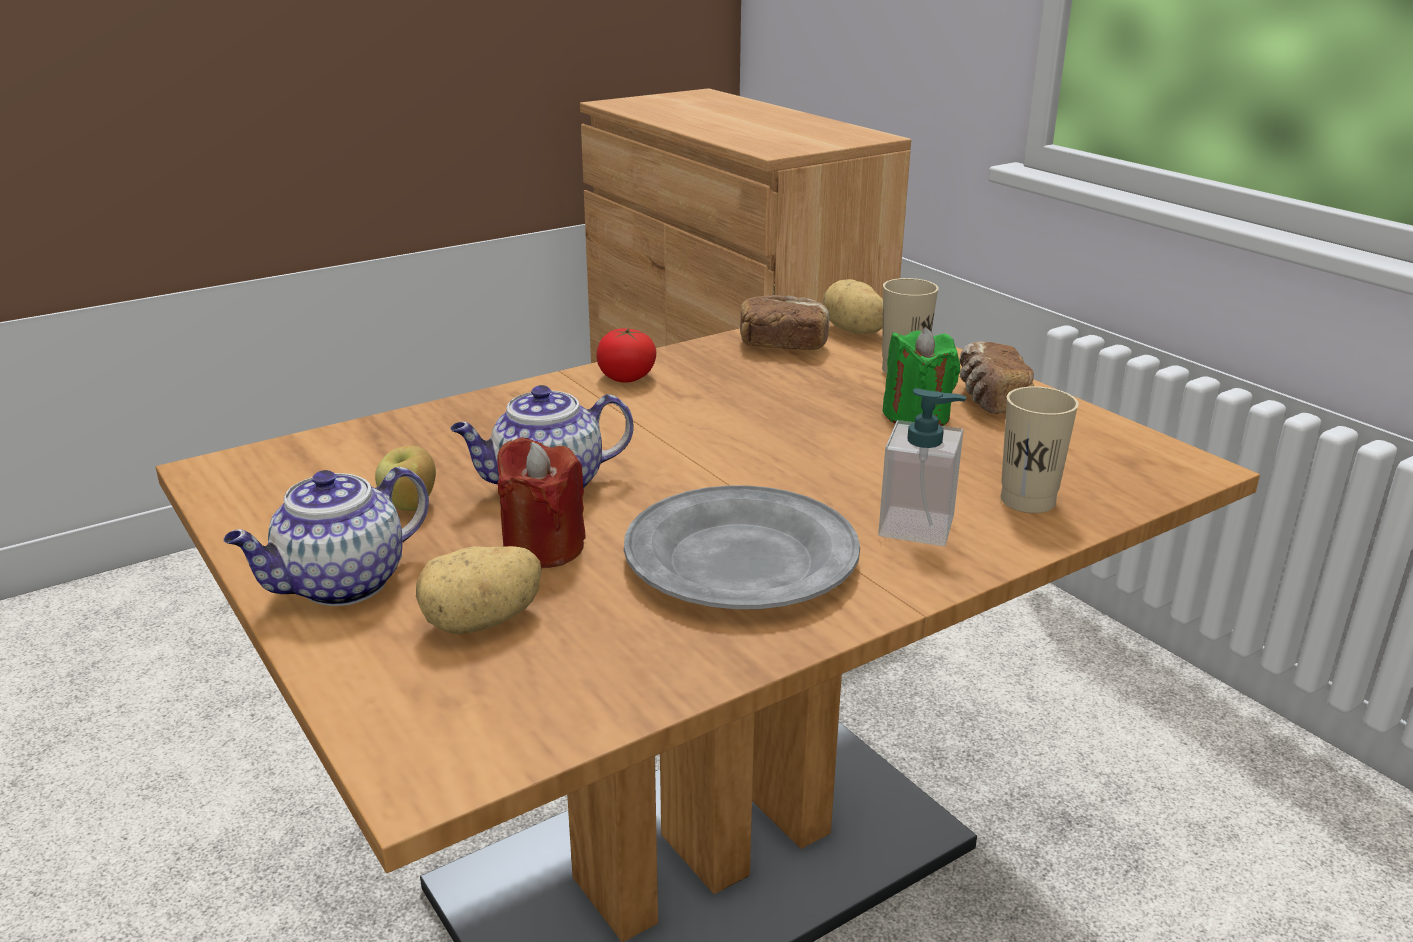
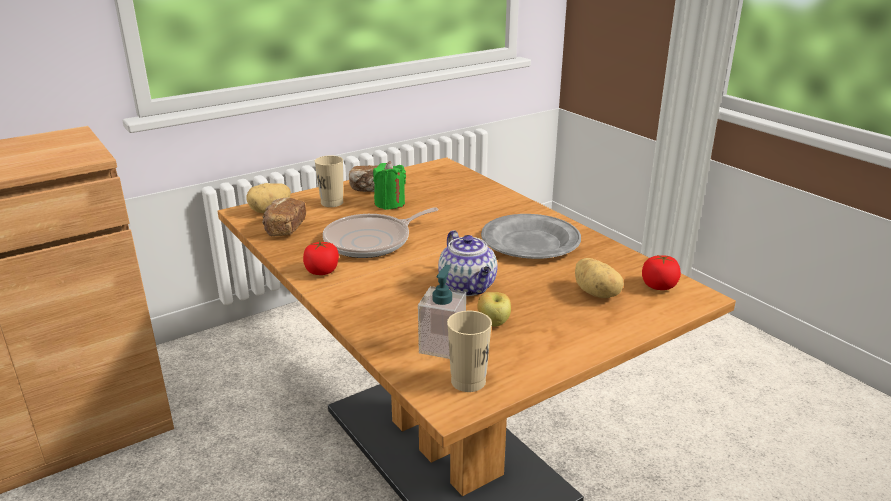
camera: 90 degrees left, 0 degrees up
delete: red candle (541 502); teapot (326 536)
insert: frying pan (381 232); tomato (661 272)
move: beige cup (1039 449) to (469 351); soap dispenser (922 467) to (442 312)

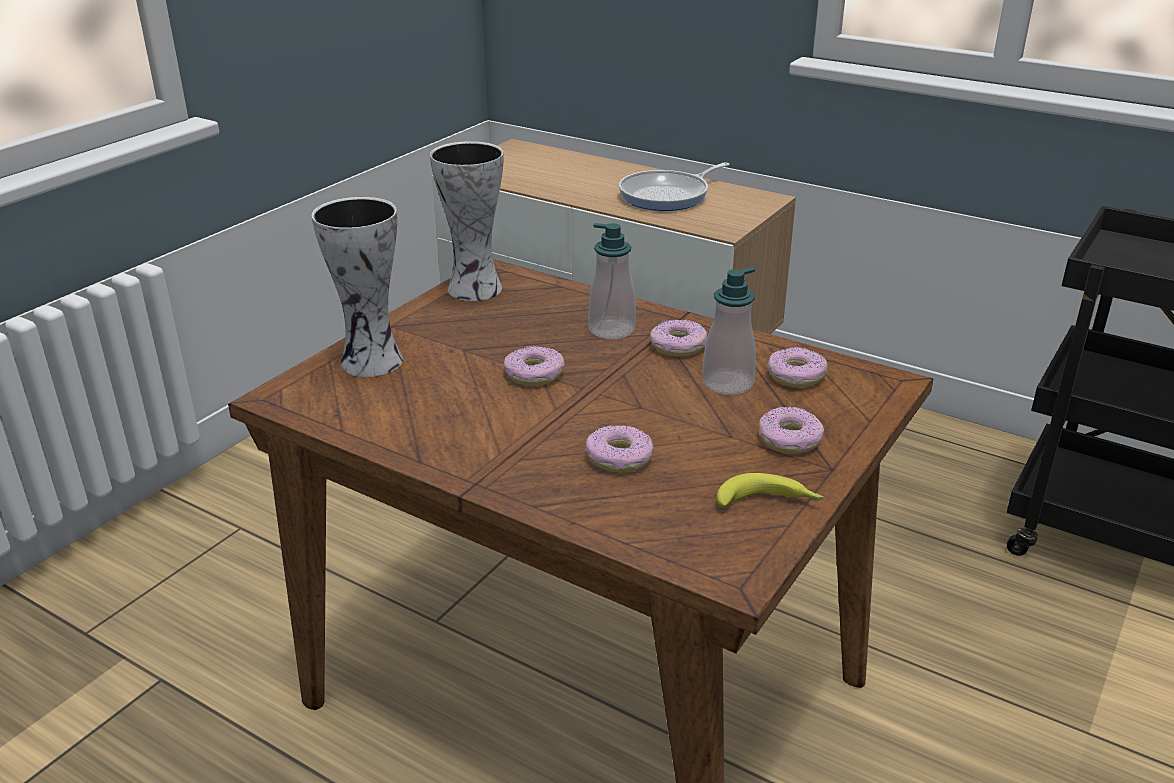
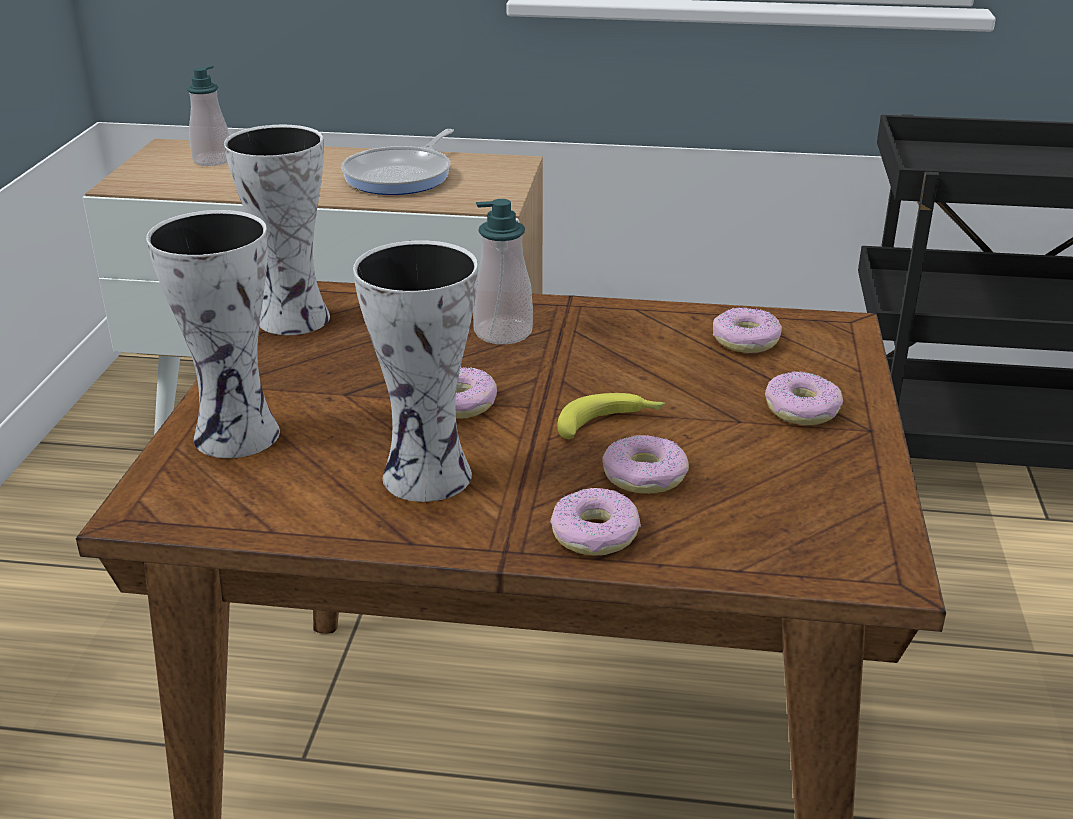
camera: 25 degrees left, 0 degrees up
insert: vase (415 371)
move: soap dispenser (729 331) to (208 115); donut (678 337) to (595 521); banana (770 490) to (611 416)

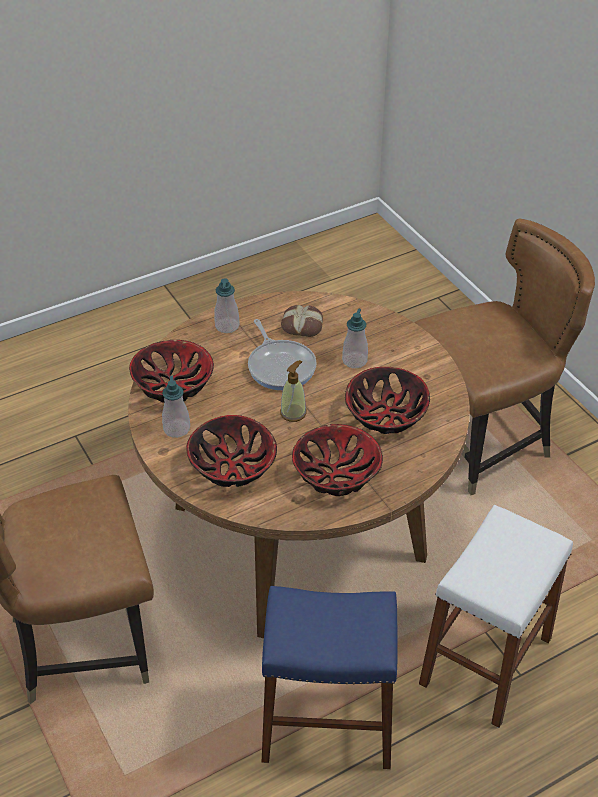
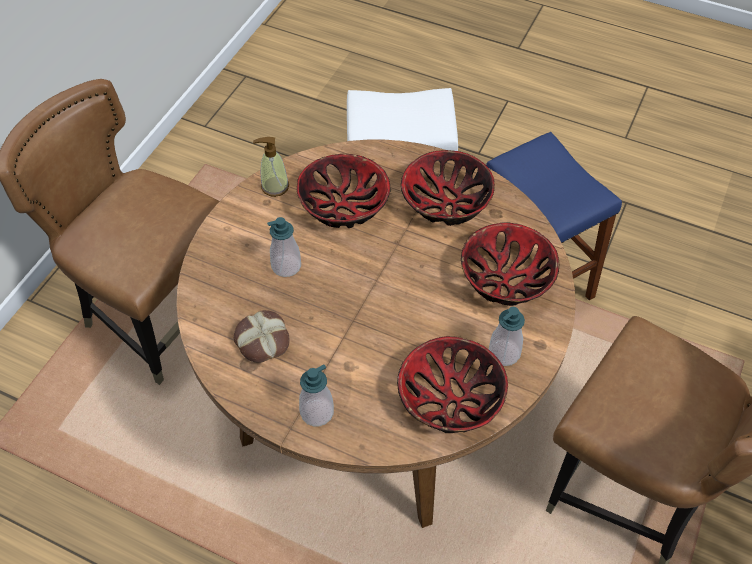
camera: 125 degrees left, 10 degrees up
delete: frying pan (282 354)
move: soap dispenser (293 391) to (271 167)

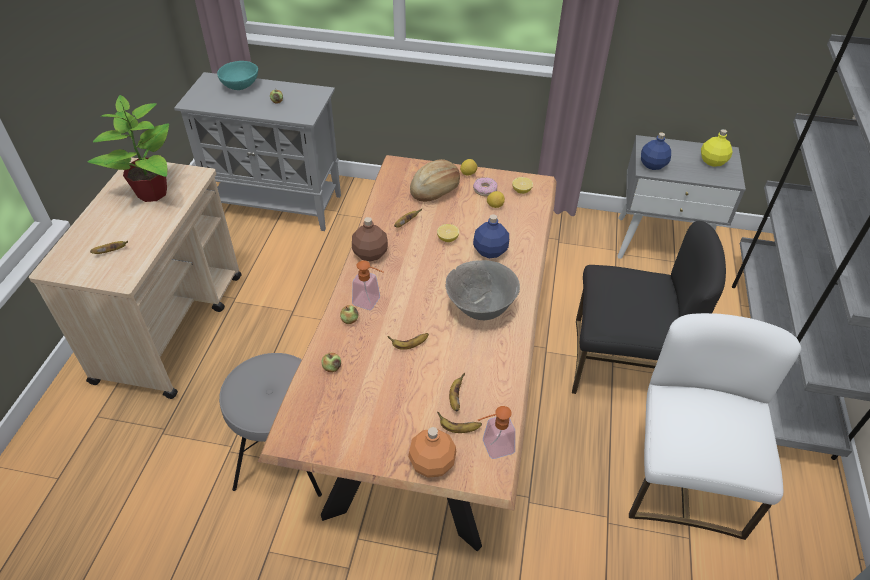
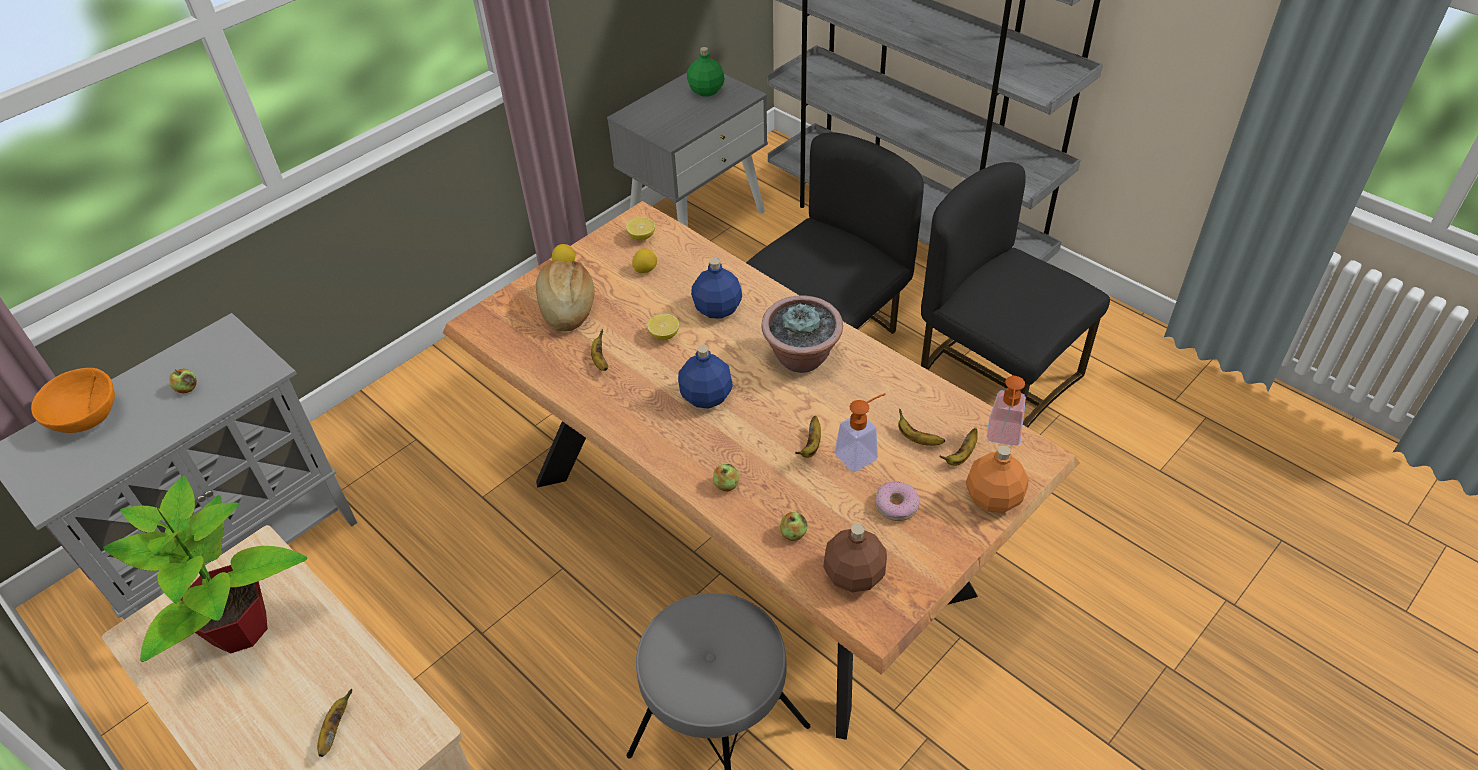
camera: 55 degrees left, 0 degrees up
move: blue bottle (656 151) to (705 377); donut (485 186) to (897 501); brown bottle (370 239) to (855 558); soap dispenser (368 285) to (860 432)
replace: grey bowl (482 290) to potted plant (802 334)
recolor: turquoise bowl (237 75) to orange bowl (73 400); yellow bottle (717 148) to green bottle (706 72); white chair (715 426) to black chair (1015 294)

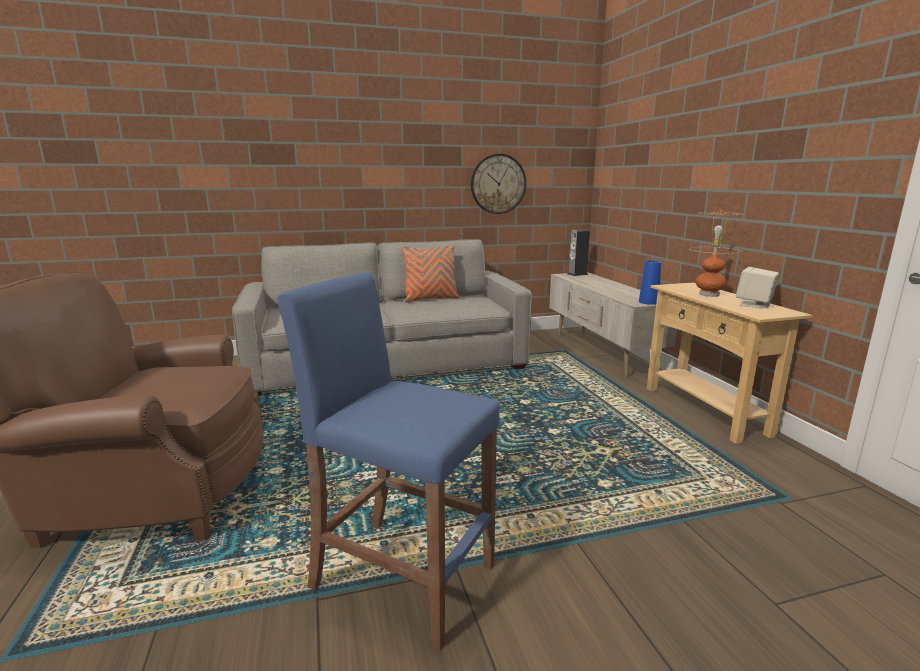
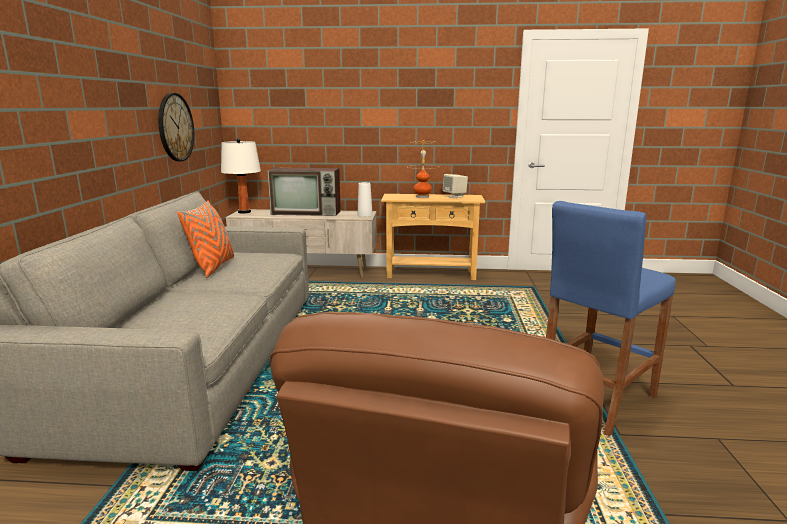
camera: 70 degrees left, 0 degrees up
insert: television (304 192)
replace: speaker (579 252) to white table lamp (241 176)
recolor: blue vase (650 282) to white vase (365 199)

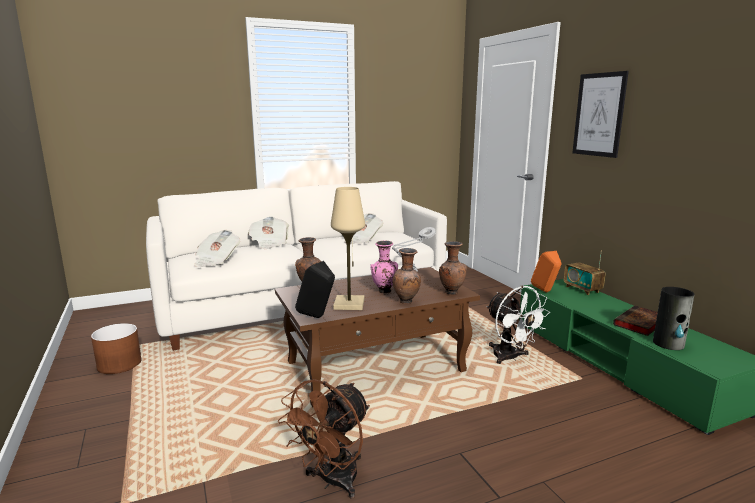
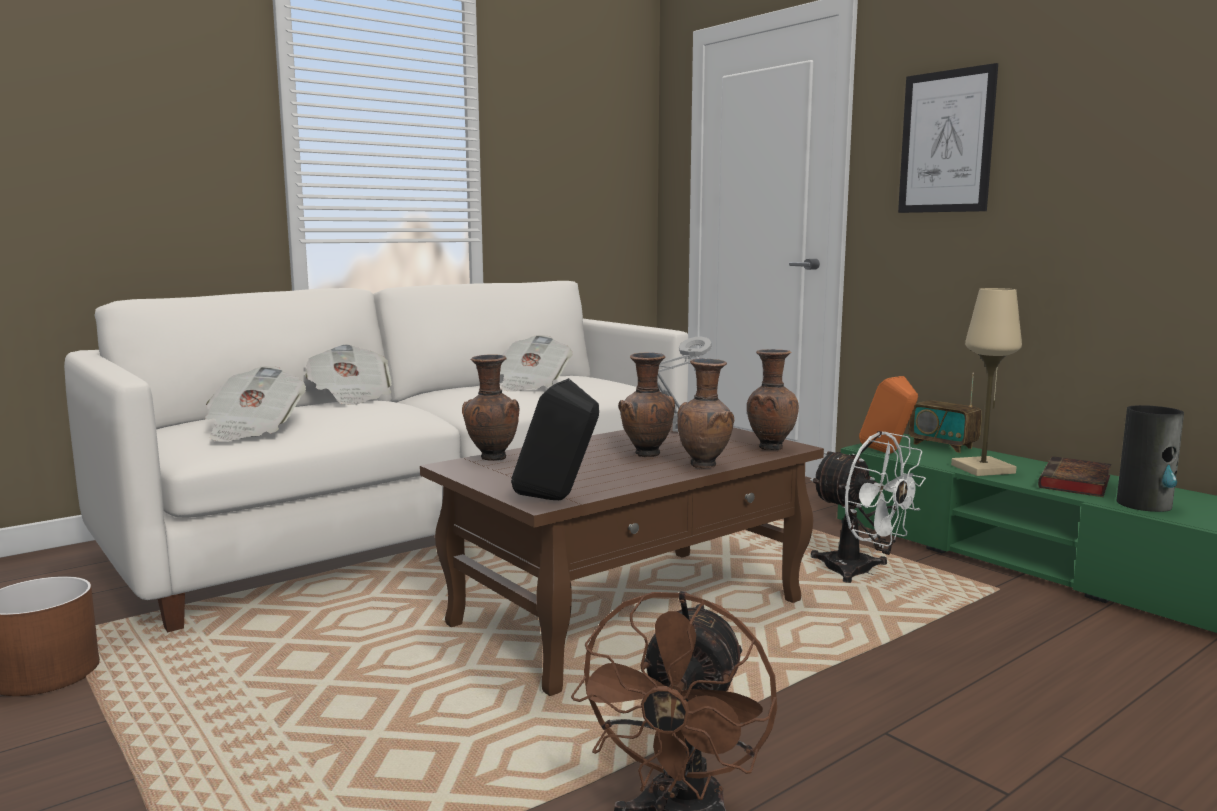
camera: 15 degrees left, 5 degrees down
move: beige table lamp (348 248) to (986 382)
recolor: pink vase (384 267) to brown vase (646 405)

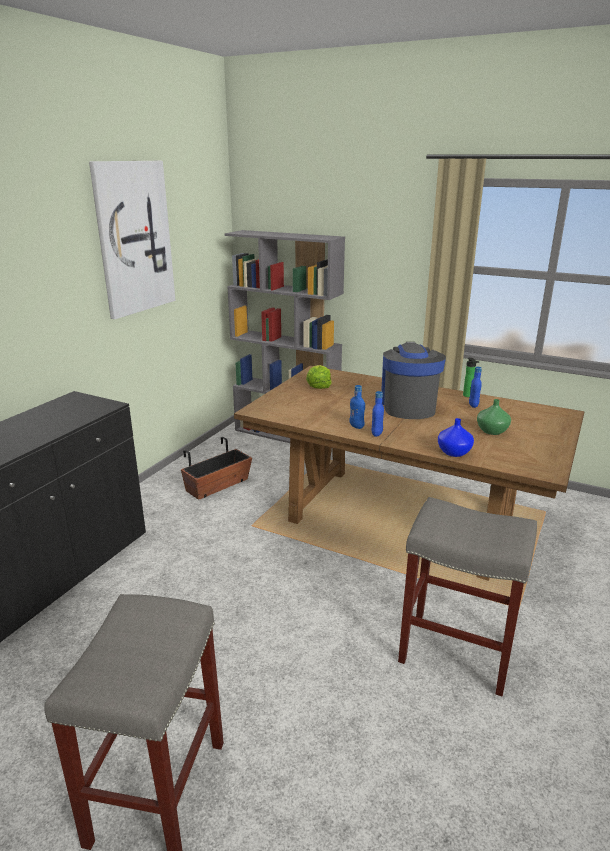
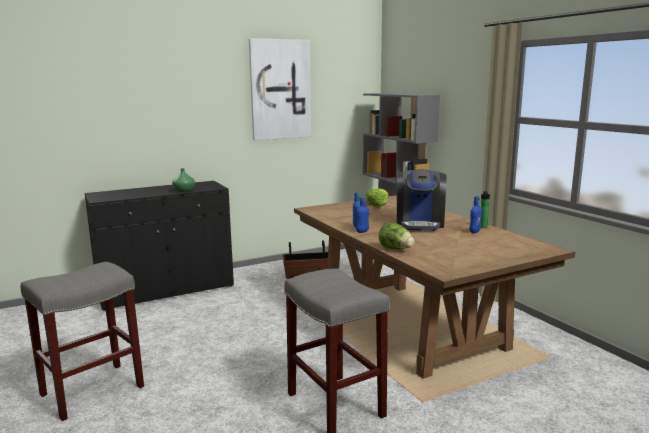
camera: 35 degrees right, 10 degrees down
move: green vase (494 417) to (183 180)
replace: blue vase (456 437) to lettuce (396 235)
rotate: coffee machine (413 380) = (421 200) 150 degrees clockwise

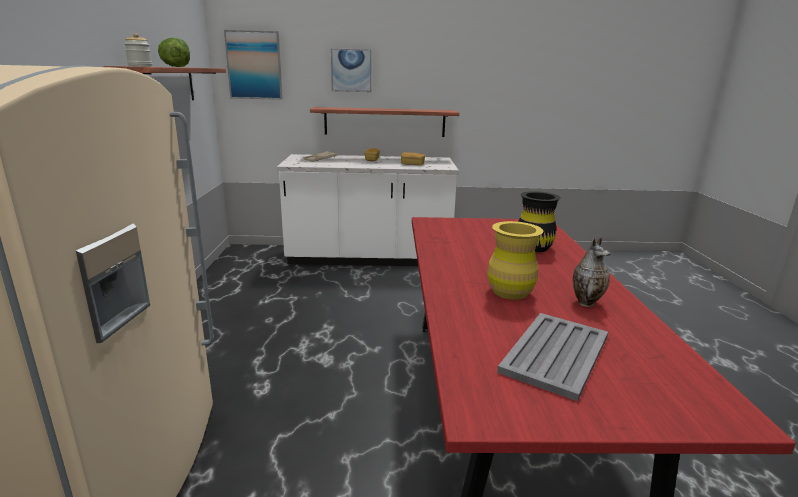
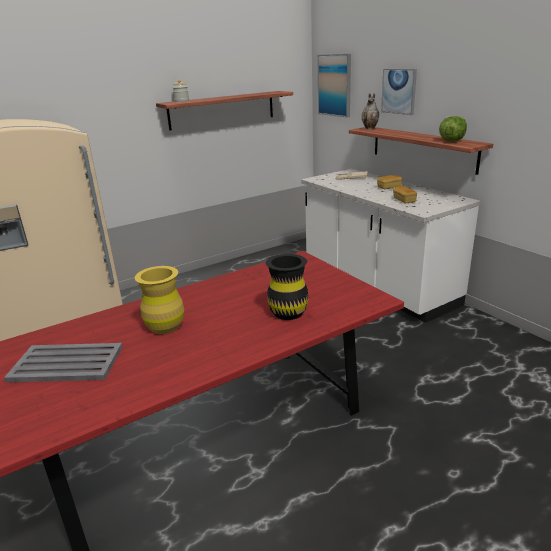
camera: 60 degrees right, 5 degrees up
move: lettuce (174 52) to (453 129); vase (591 272) to (370 111)

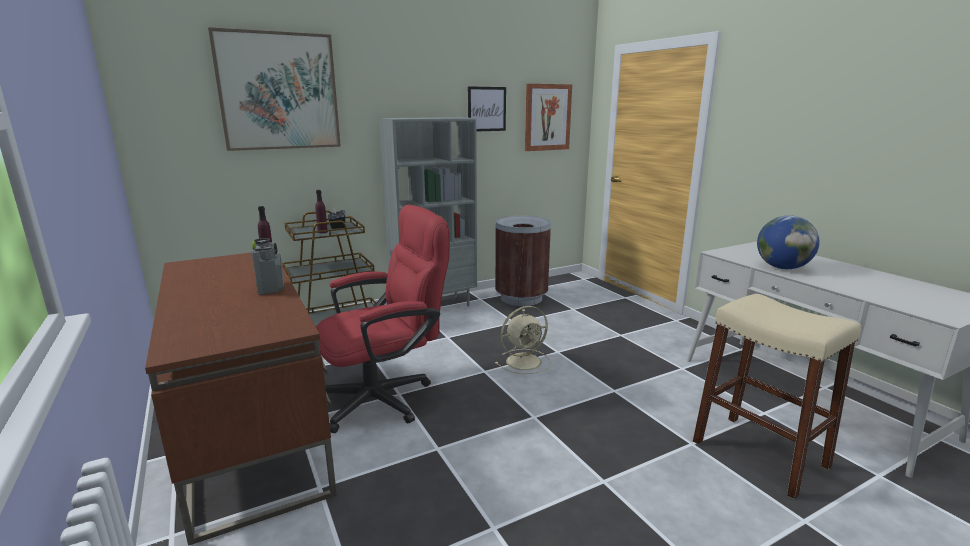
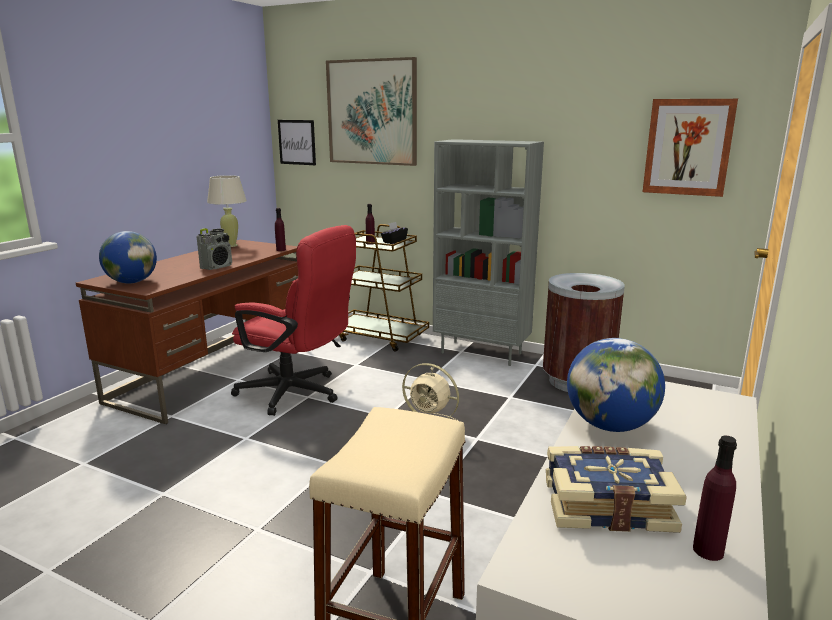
camera: 55 degrees right, 0 degrees up
insert: beige table lamp (227 211); globe (128 257); purple bottle (715 498); book (616 489)
move: picture (487 109) to (297 142)

